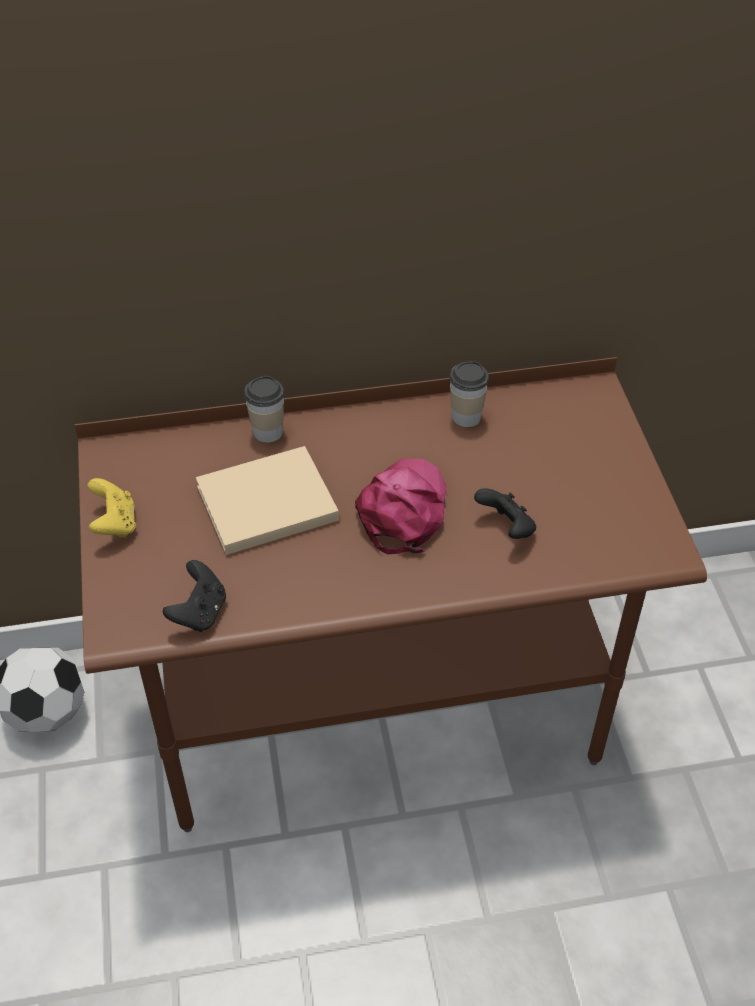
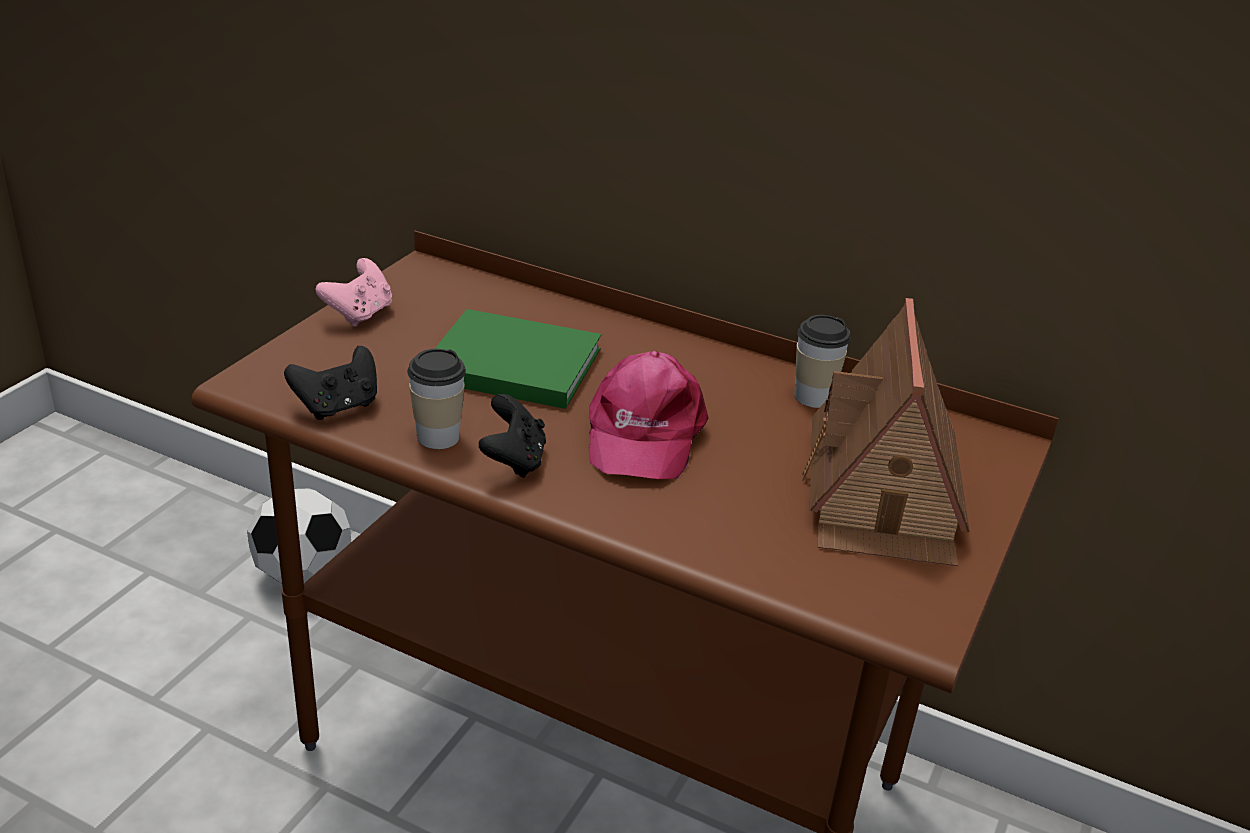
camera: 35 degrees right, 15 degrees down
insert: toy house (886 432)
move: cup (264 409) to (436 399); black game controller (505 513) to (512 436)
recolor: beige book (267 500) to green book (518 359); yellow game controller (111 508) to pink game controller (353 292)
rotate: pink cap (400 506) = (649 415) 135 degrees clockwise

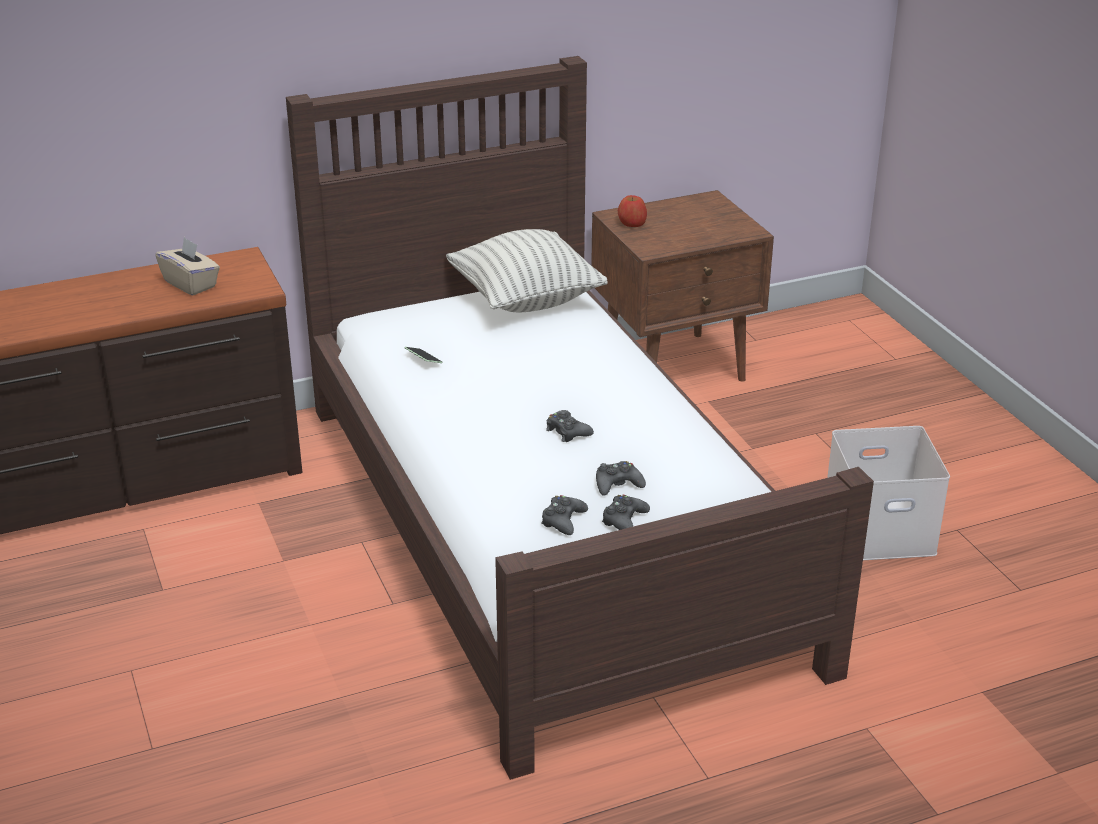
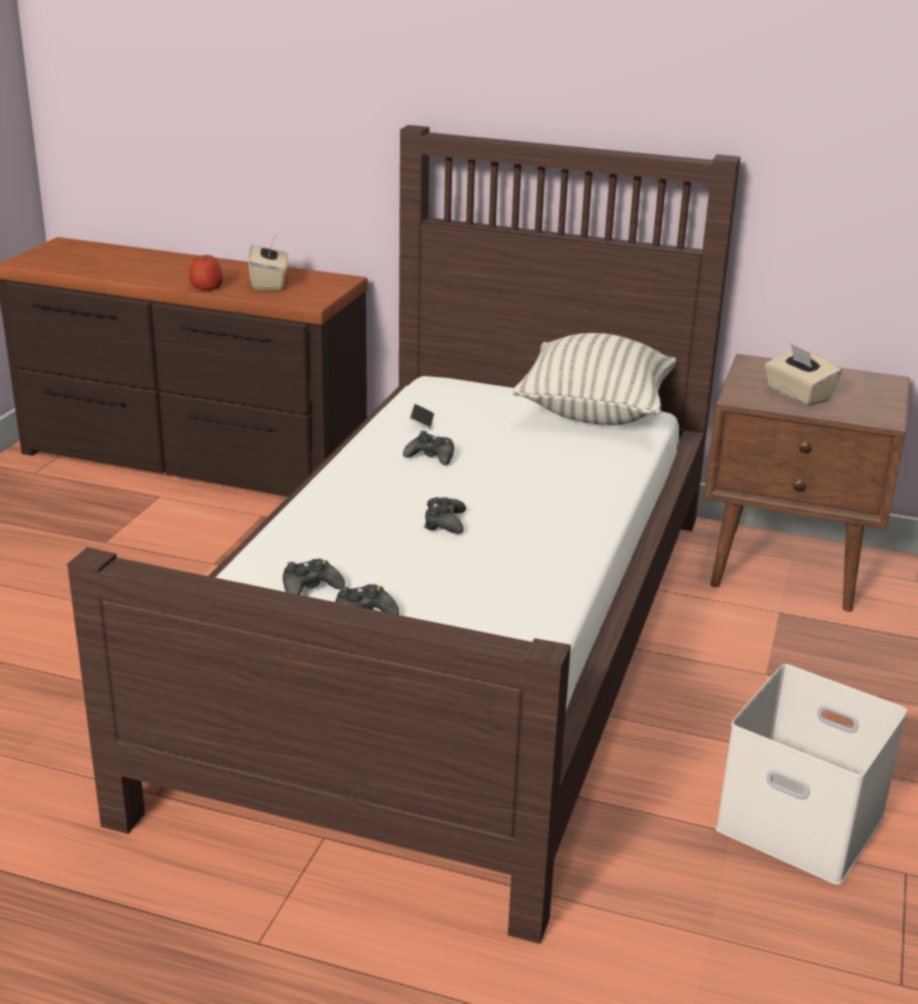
camera: 40 degrees right, 5 degrees down
insert: beige tissue box (803 375)
move: apple (632 211) to (206 273); black game controller (621 478) to (428 448)

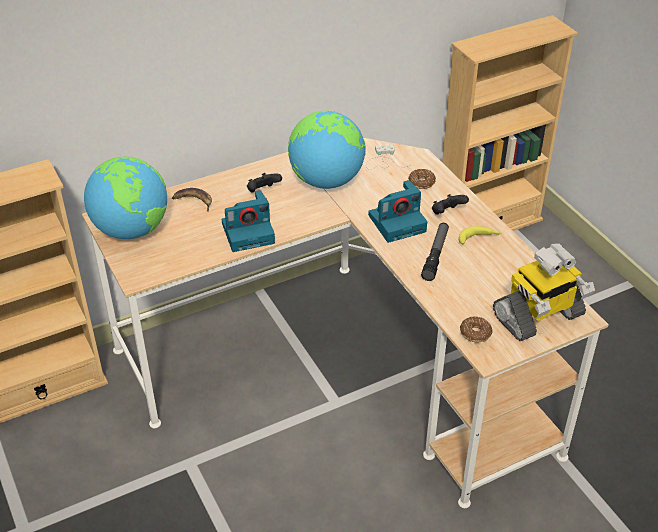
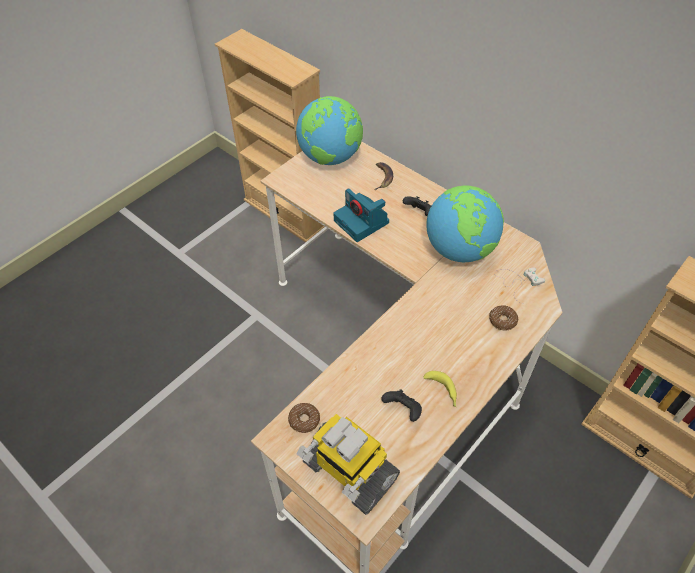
camera: 70 degrees right, 10 degrees up
delete: photo camera (397 211); flashlight (435 252)
move: black game controller (450 204) to (402 405)

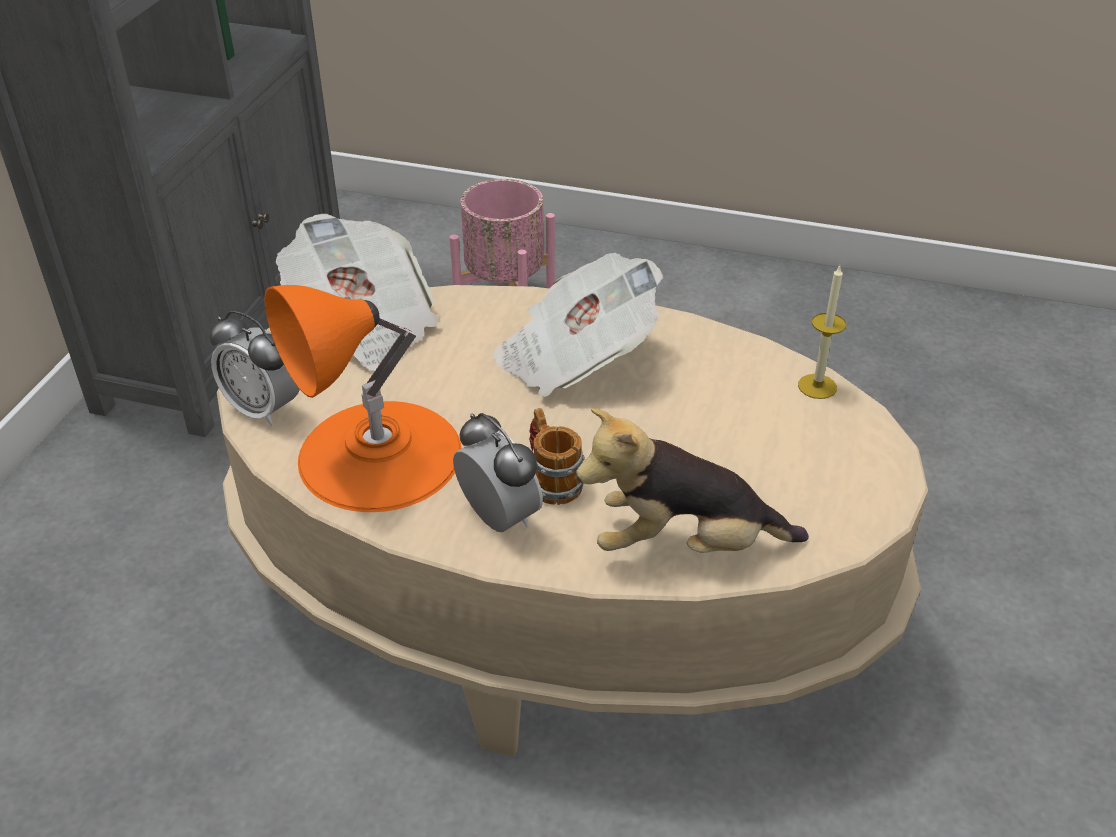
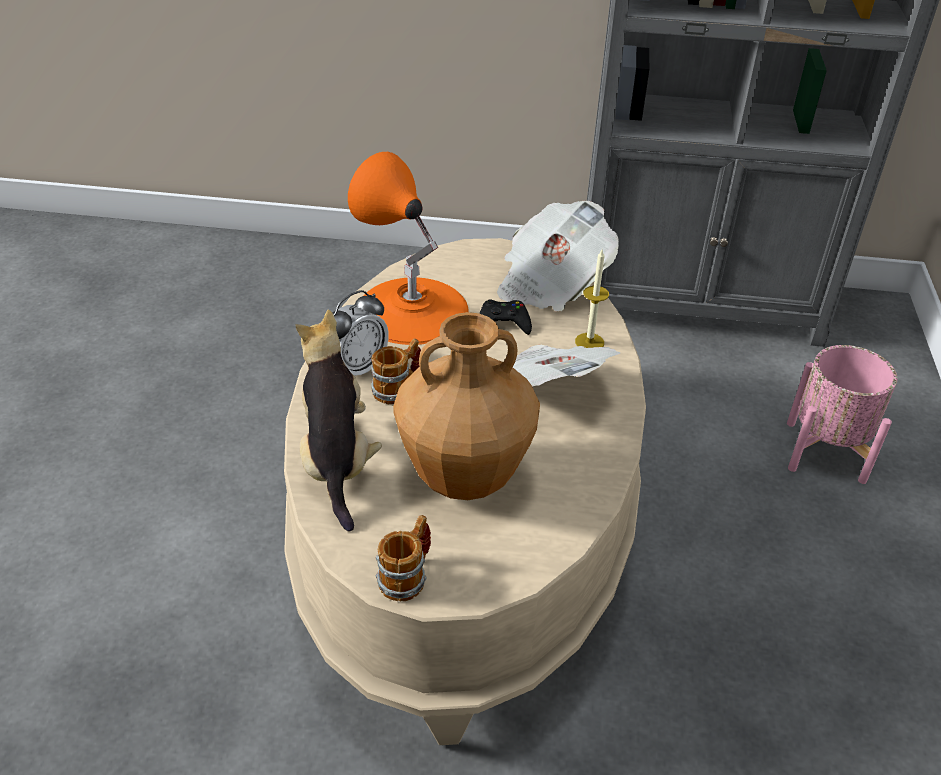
camera: 80 degrees right, 0 degrees up
delete: alarm clock (254 368)
insert: black game controller (506 317); brown vase (466 406); mug (403 558)
move: candle (822 332) to (592 299)

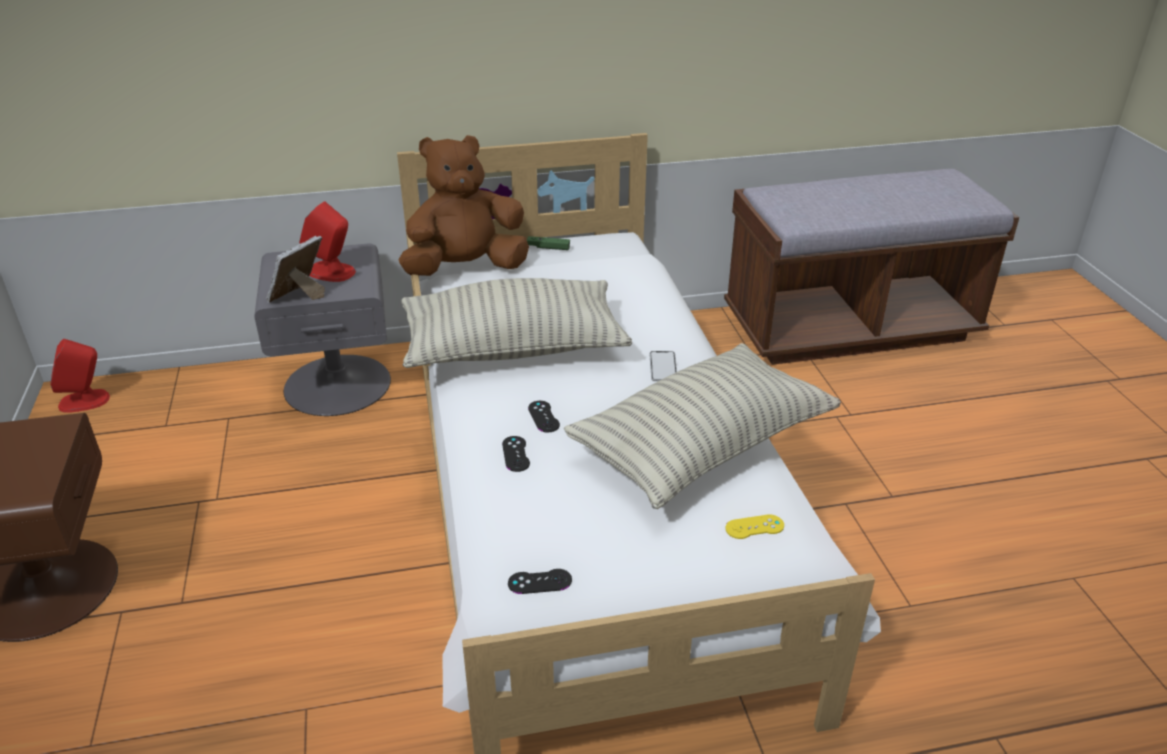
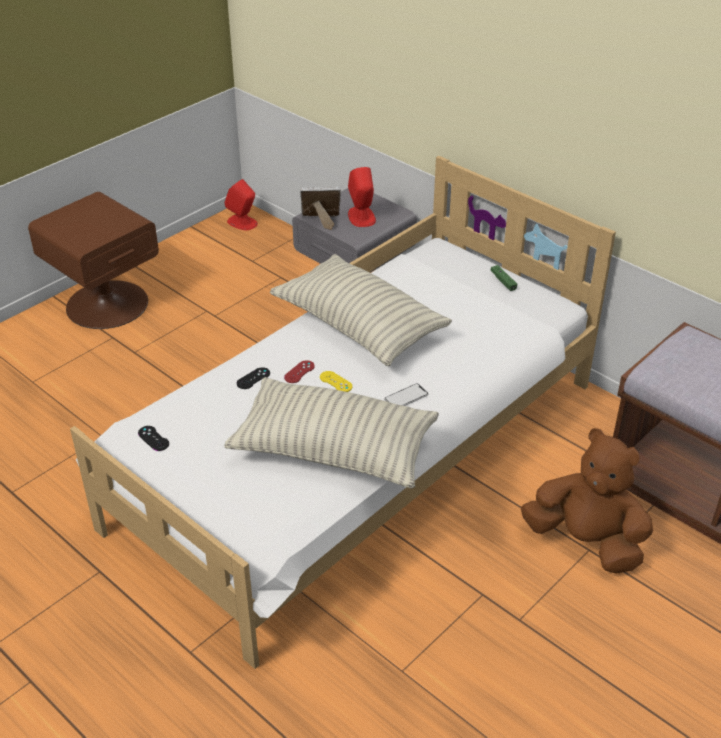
camera: 55 degrees right, 5 degrees up
move: brown plush toy (463 205) to (587 501); yellow game controller (754 526) to (336 381)
recolor: black game controller (544 416) to red game controller (299 371)

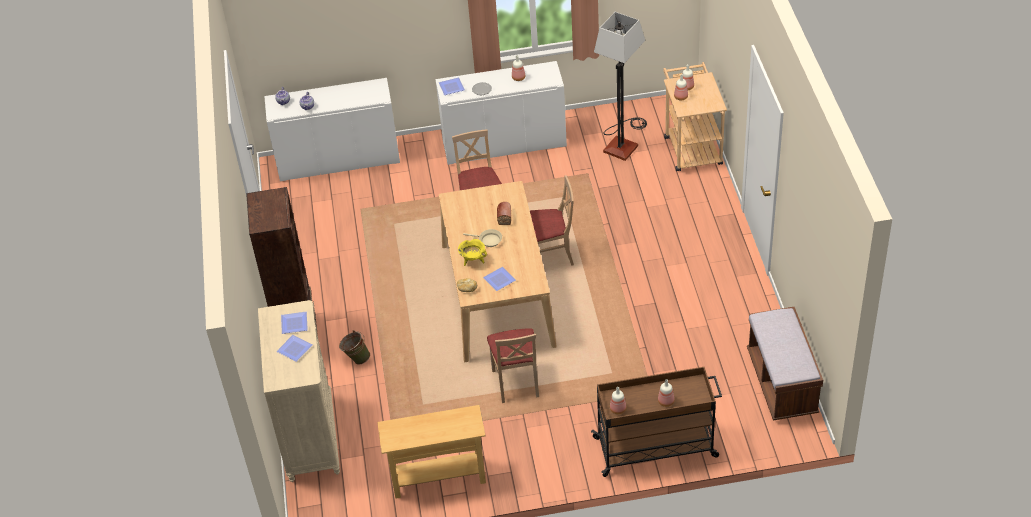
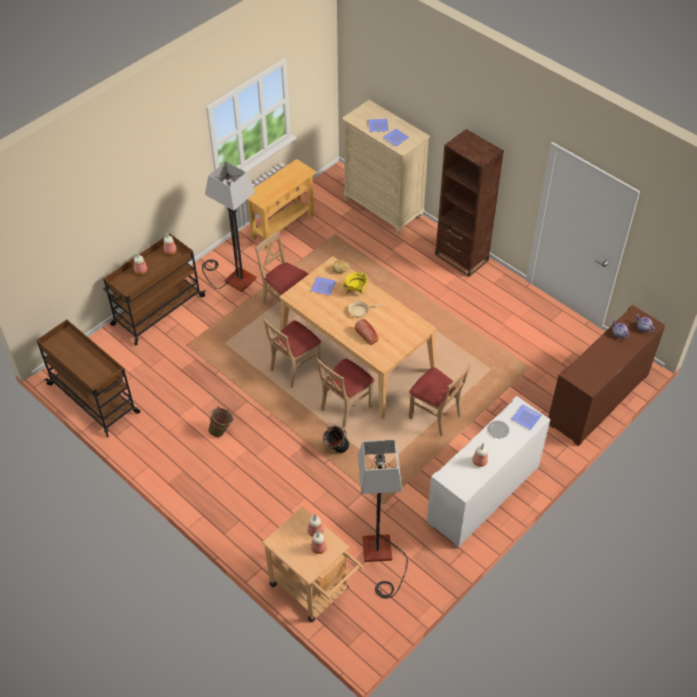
camera: 140 degrees right, 5 degrees up
insert: floor lamp (229 227); beige chair (292 353); black bucket (336 439)
move: green bucket (354 347) to (220 421)
replace: brown bench (785 363) to brown cart (88 378)
recolor: white cabinet (332 129) to brown cabinet (606 375)

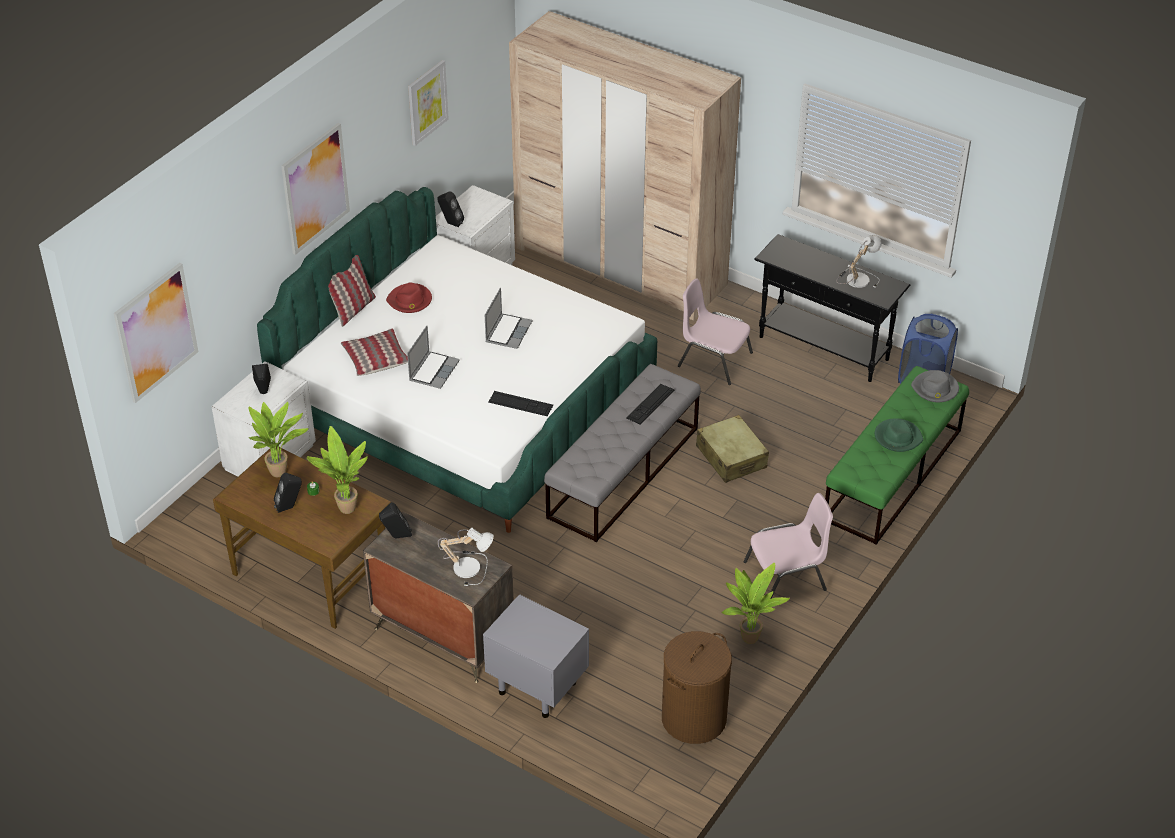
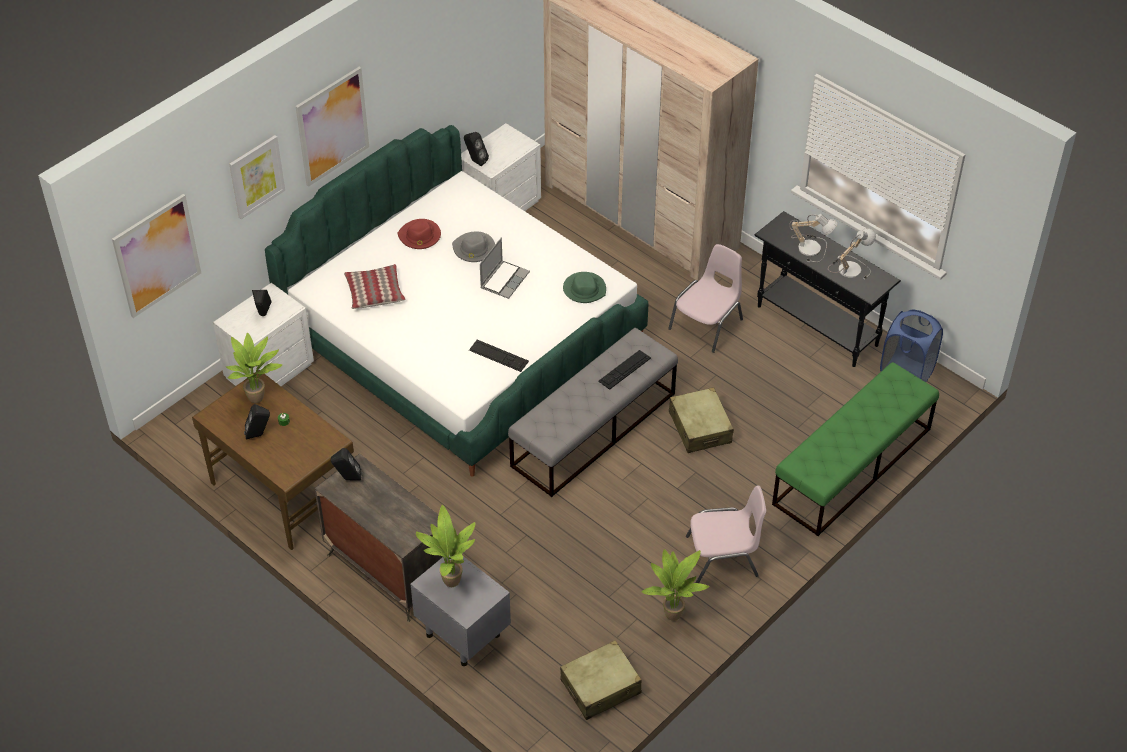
camera: 10 degrees right, 5 degrees up
delete: pillow (352 291); laptop (433 357)
move: picture (428 103) to (257 177); grey hat (935 386) to (473 247); green hat (899 435) to (584 287); potted plant (337 470) to (446 546); table lamp (466 557) to (813 238)
replace: brown laundry basket (697 687) to beige suitcase (600 680)
rotate: pink chair (715 332) = (705 298) 90 degrees clockwise

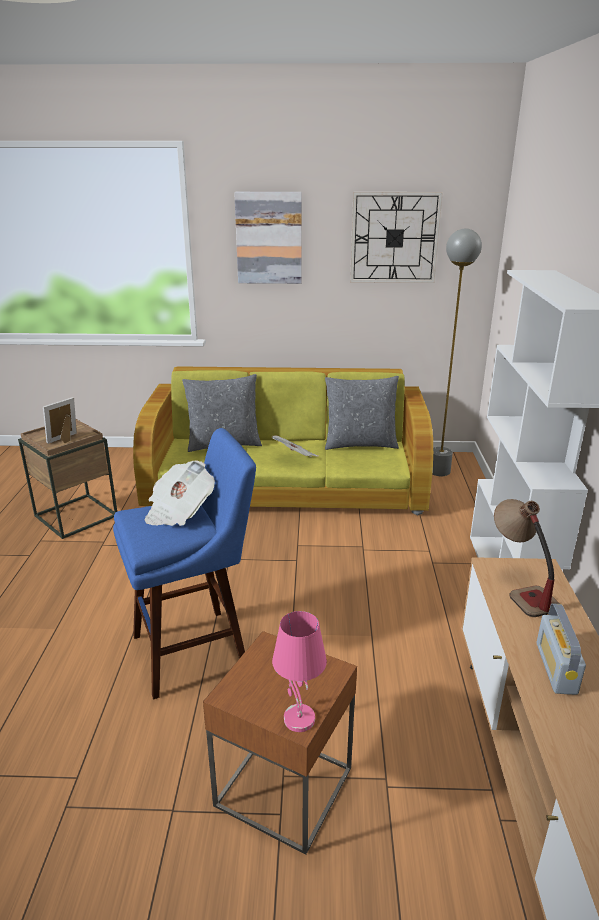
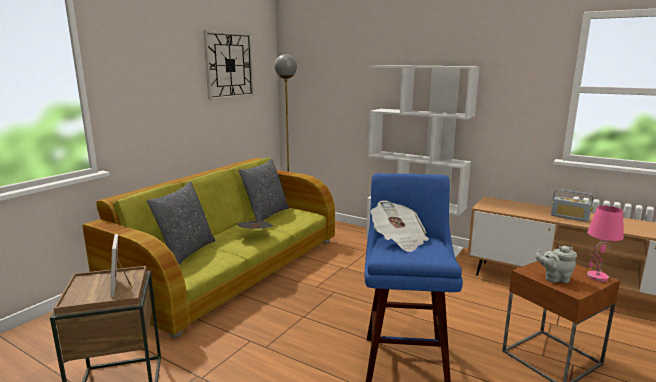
camera: 60 degrees left, 10 degrees down
delete: picture (268 238); table lamp (527 558)
insert: grey teapot (556 264)

